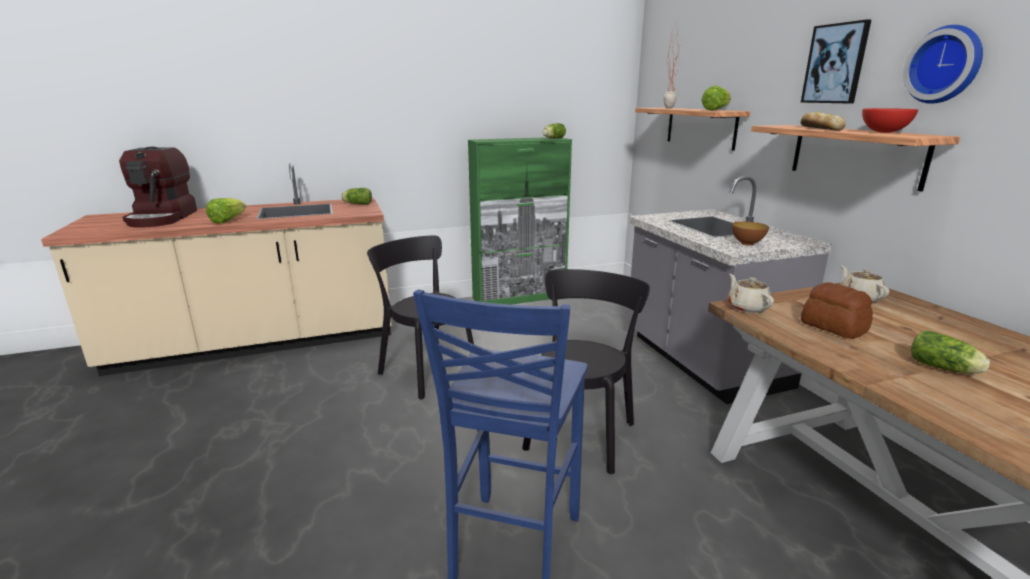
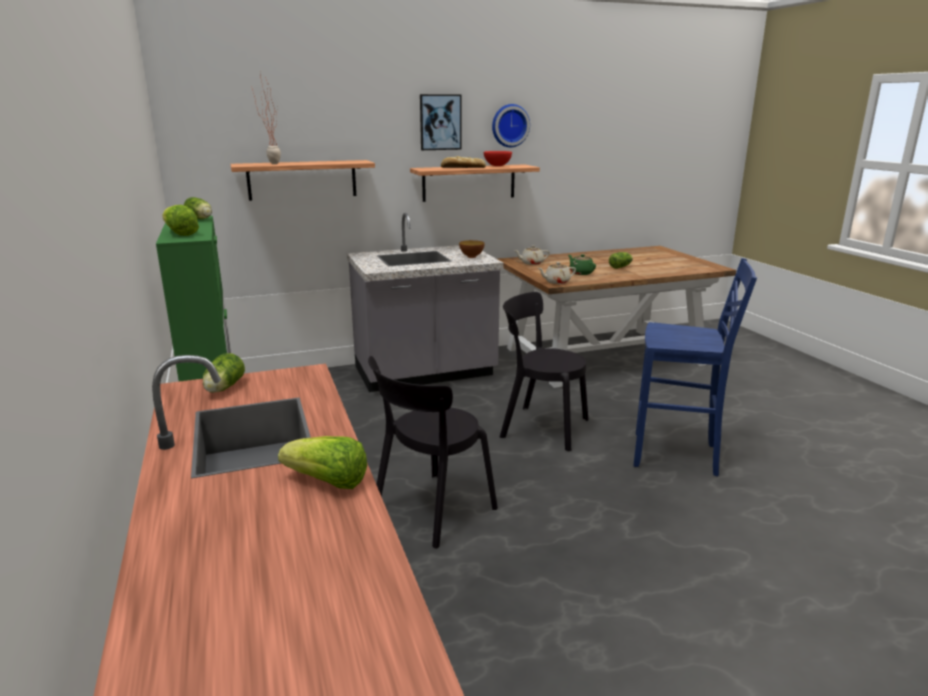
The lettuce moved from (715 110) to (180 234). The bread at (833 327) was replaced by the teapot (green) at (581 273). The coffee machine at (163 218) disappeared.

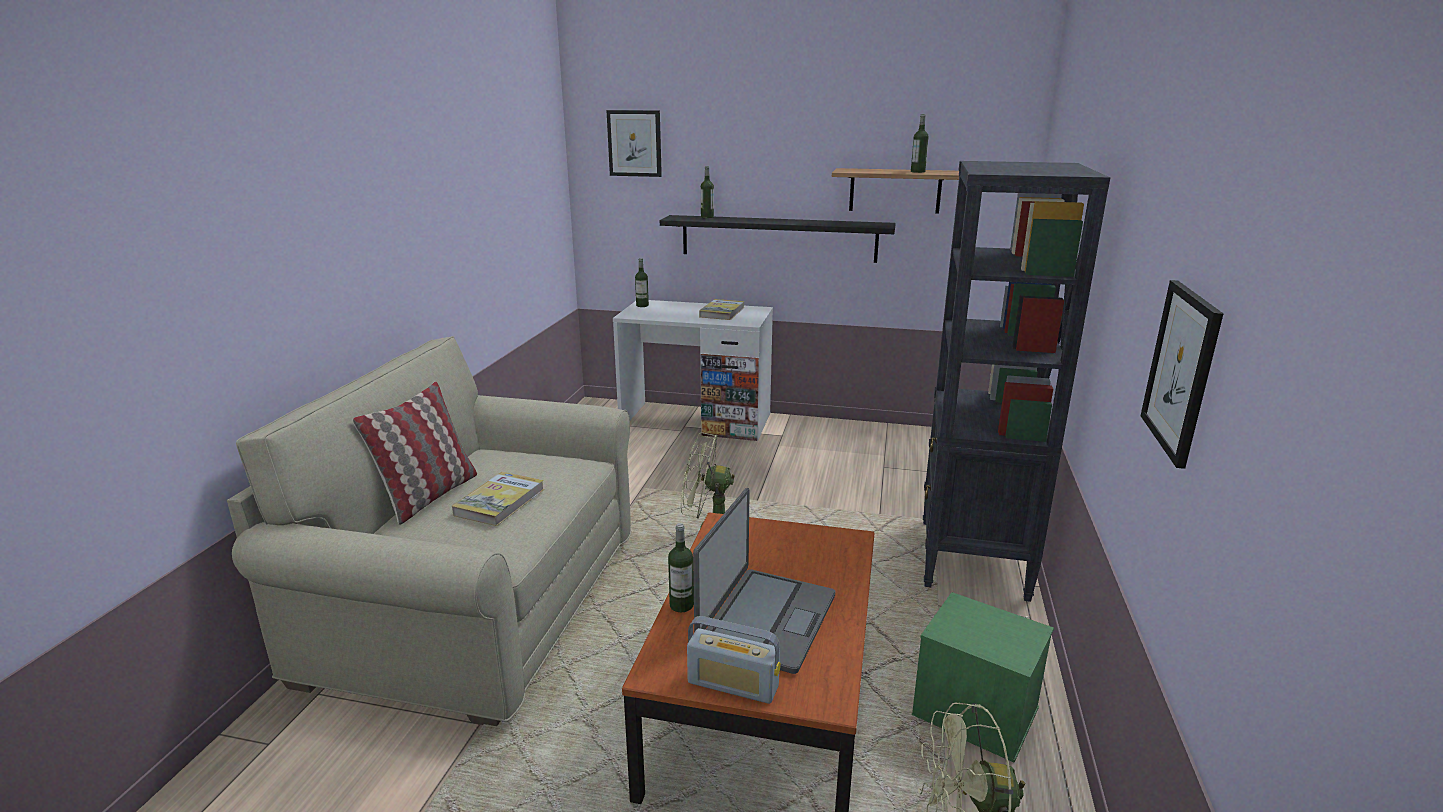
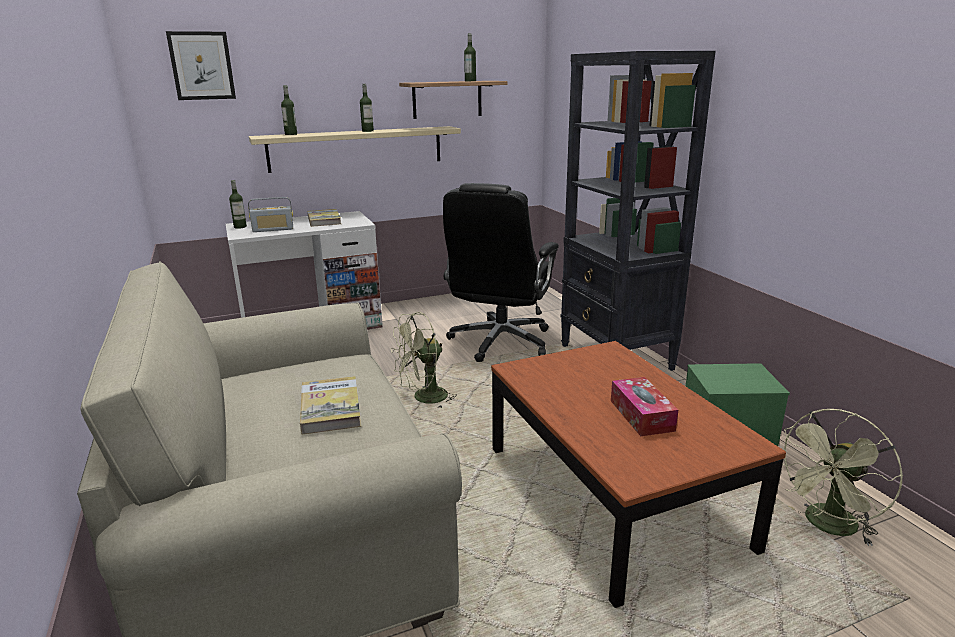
The radio moved from (733 684) to (273 229). The shelf (black) at (778 238) became the shelf (beige) at (356 148). The bottle moved from (681 605) to (367 131). The office chair (black) at (500 342) appeared. The laptop at (766 620) was replaced by the tissue box at (641 415). The pillow at (428 496) disappeared. The picture at (1181 370) disappeared.

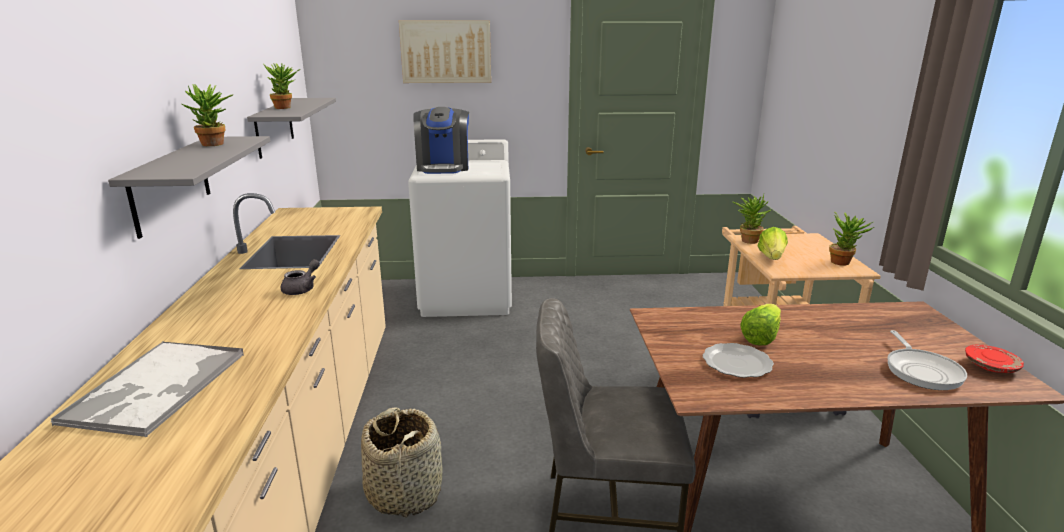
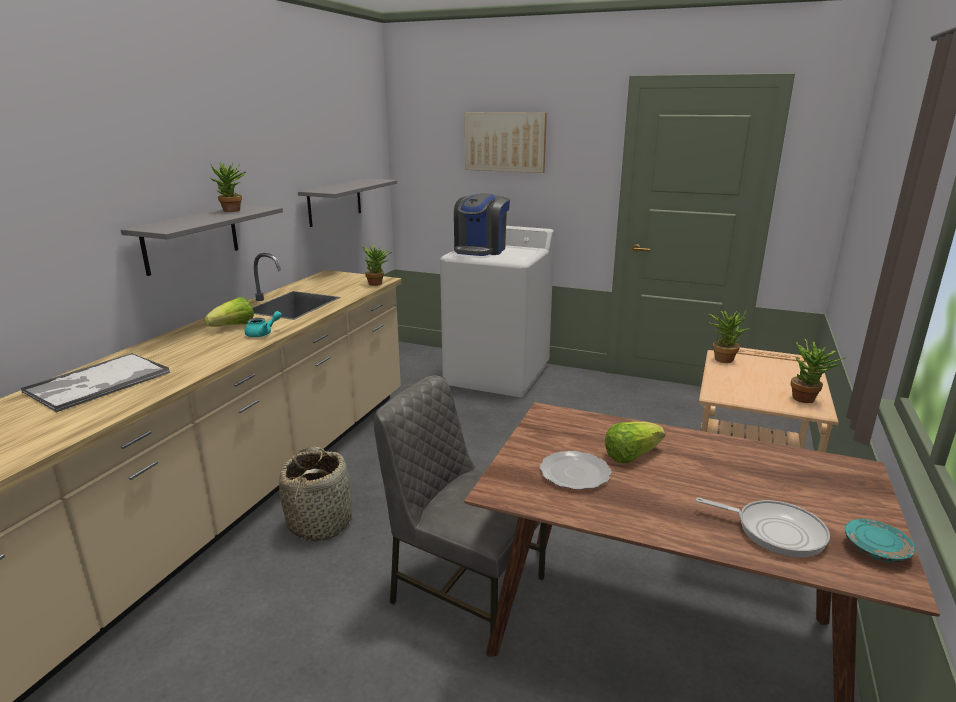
The lettuce moved from (771 258) to (233 327). The teapot (grey) at (302 289) became the teapot (turquoise) at (263 333). The potted plant moved from (286 107) to (378 284). The frying pan at (921 371) turned 90 degrees counterclockwise. The plate (red) at (991 366) became the plate (turquoise) at (876 549).

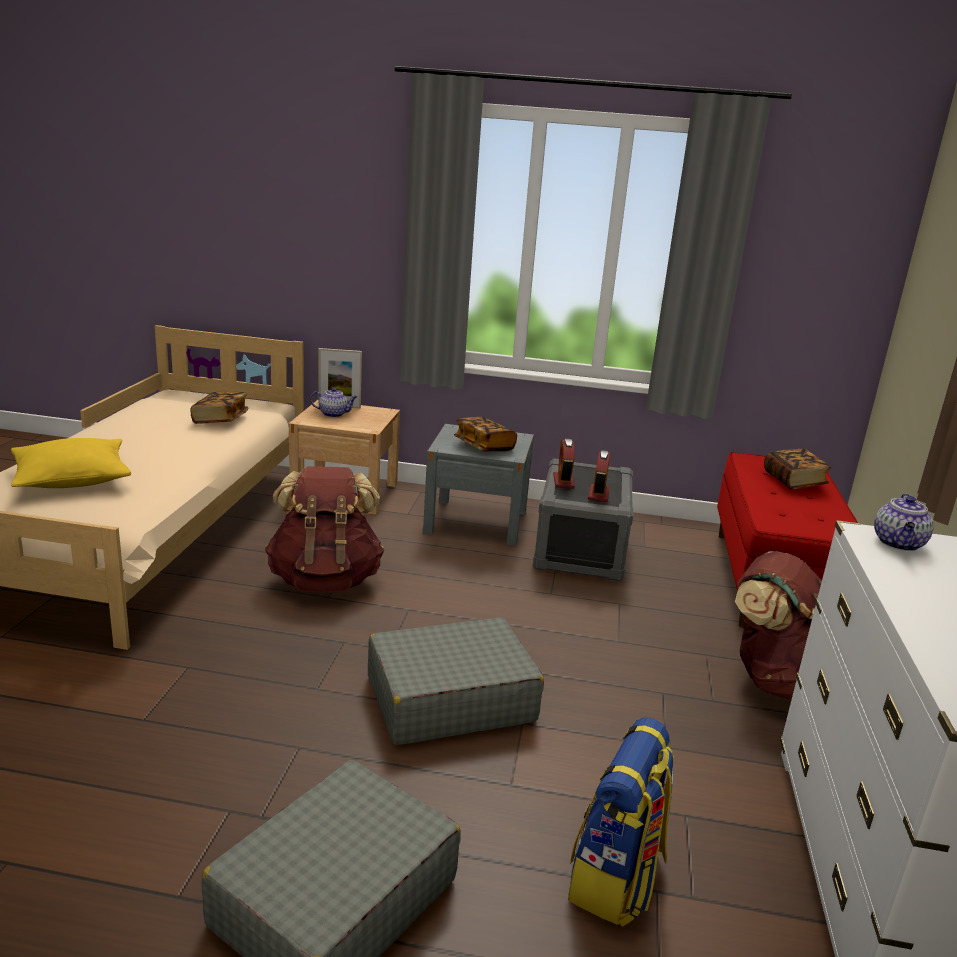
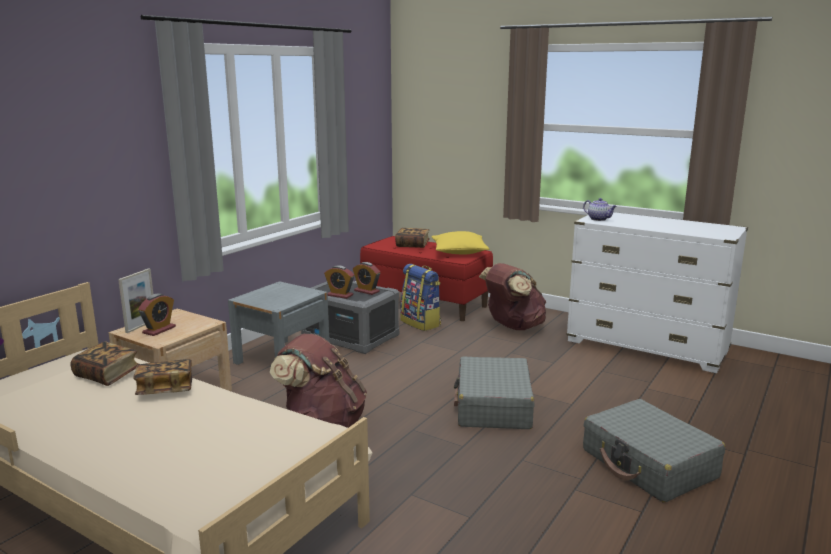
The book moved from (484 446) to (165 390). The teapot at (334 414) was replaced by the alarm clock at (159 330). The backpack moved from (616 879) to (421 323). The pillow (yellow) moved from (72 479) to (459 252).

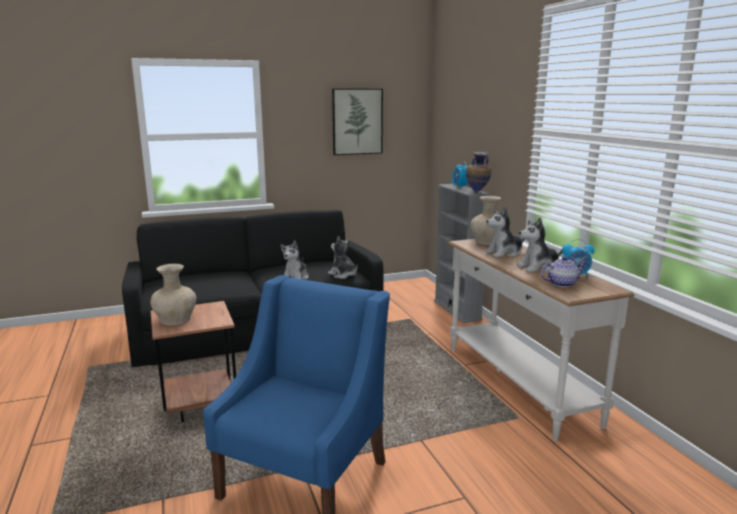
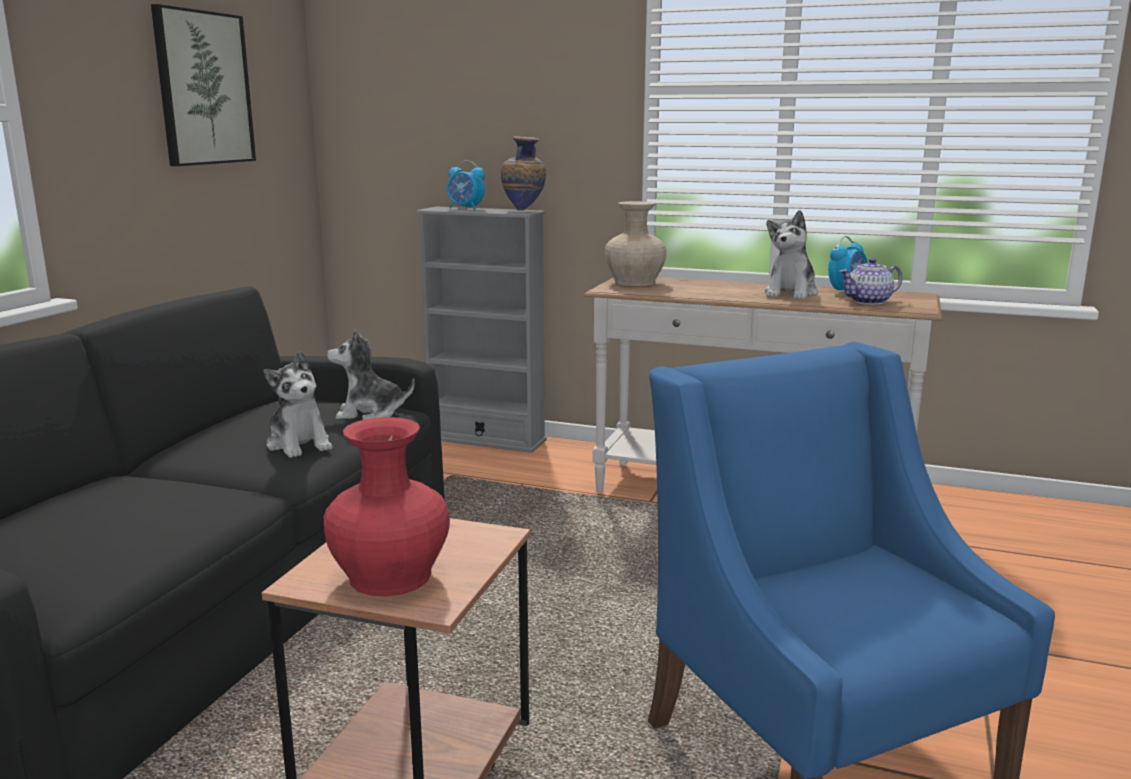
The vase (beige) at (175 319) became the vase (red) at (388 576). The teapot at (561 284) turned 135 degrees counterclockwise. The plush toy at (504 253) disappeared.

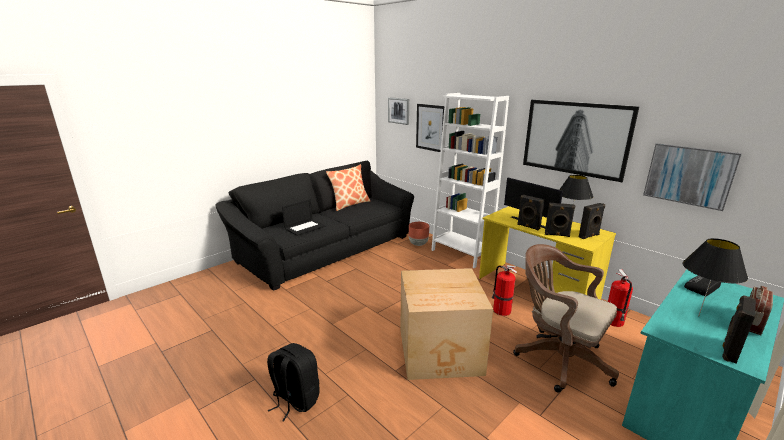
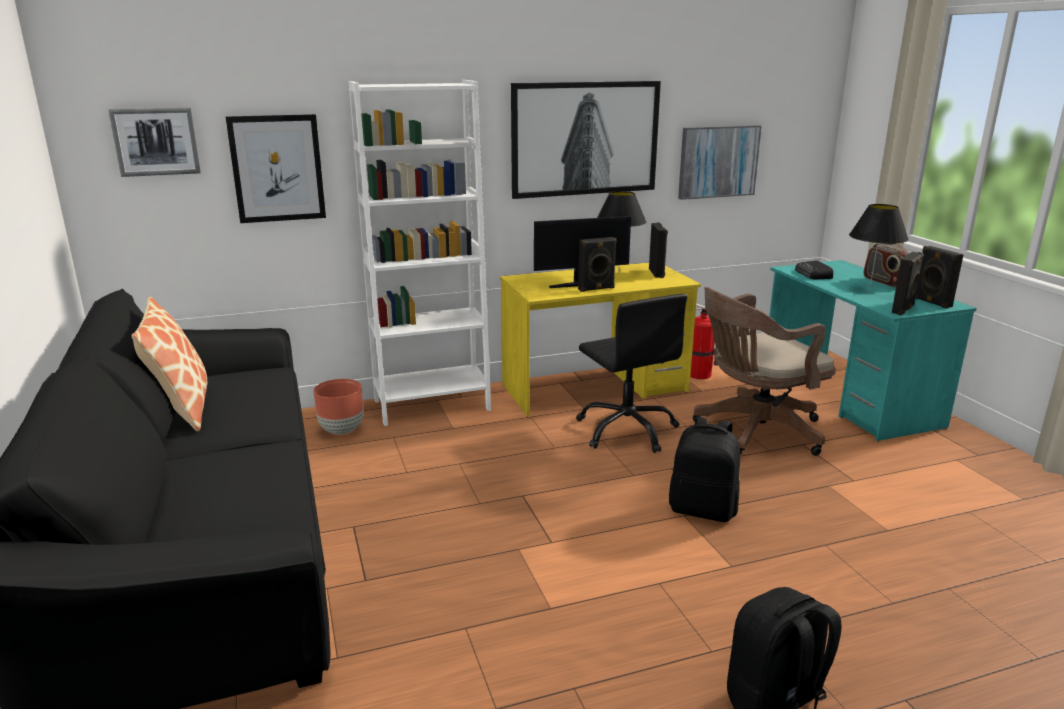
The fire extinguisher at (501 310) was replaced by the office chair (black) at (627 430). The cardboard box at (441 352) was replaced by the backpack (black) at (703 510). The speaker (black) moved from (557 235) to (903 309). The laptop at (305 227) disappeared.

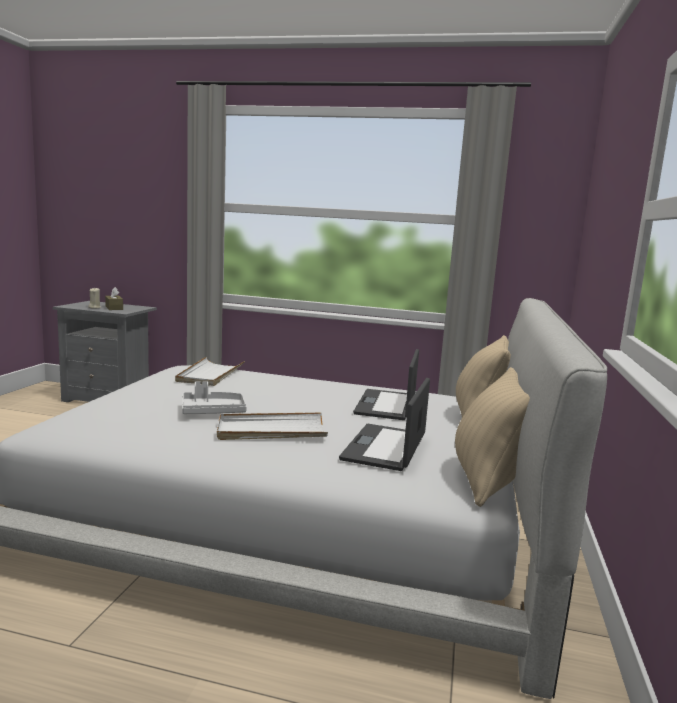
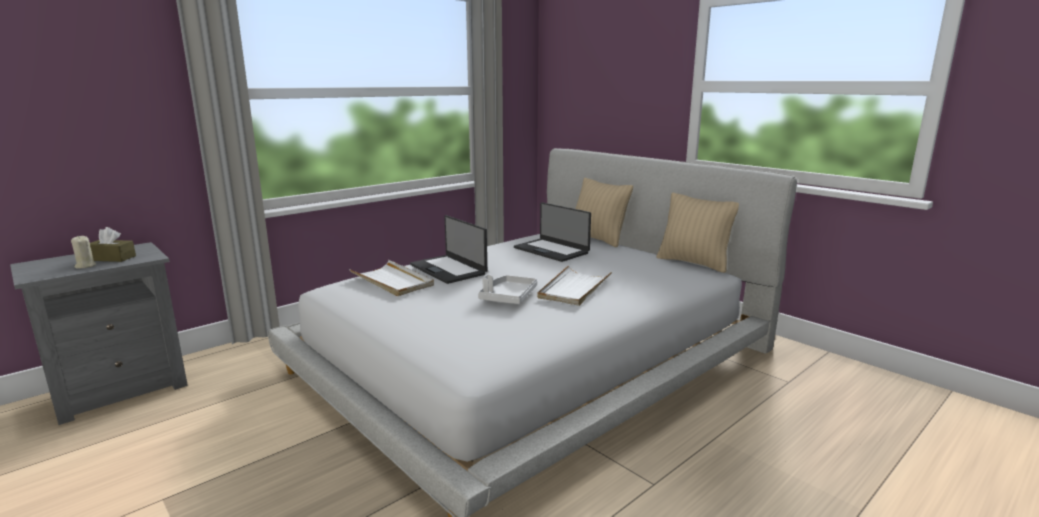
The laptop moved from (386 448) to (448 269).

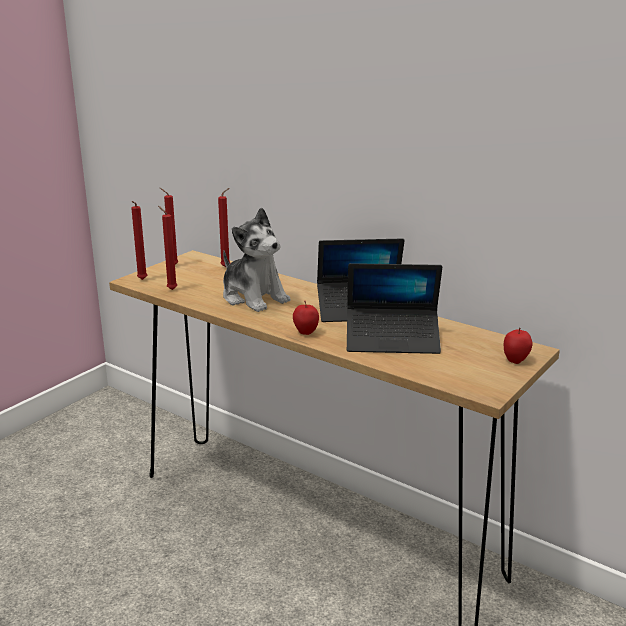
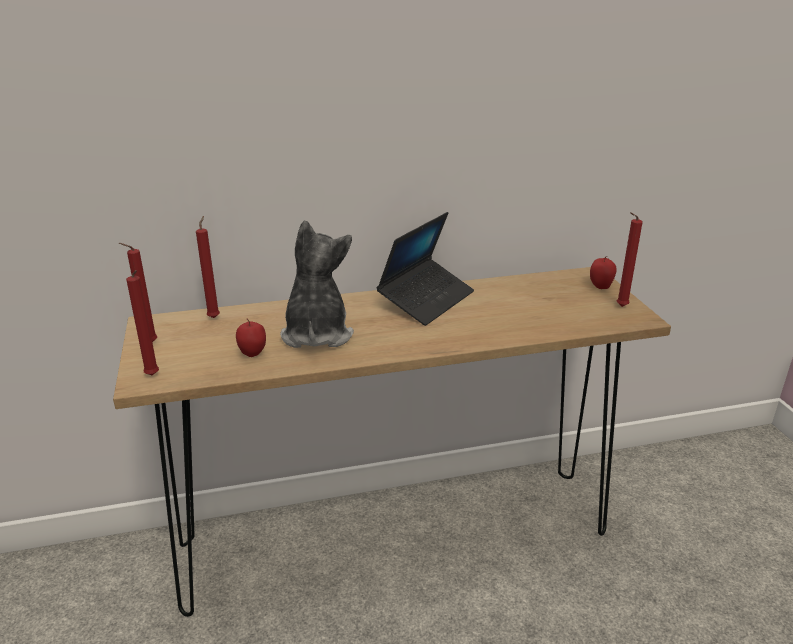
The apple moved from (305 333) to (253 354). The plush toy at (254 297) turned 90 degrees counterclockwise. The candle (red) moved from (170 289) to (620 307). The laptop at (392 340) disappeared.

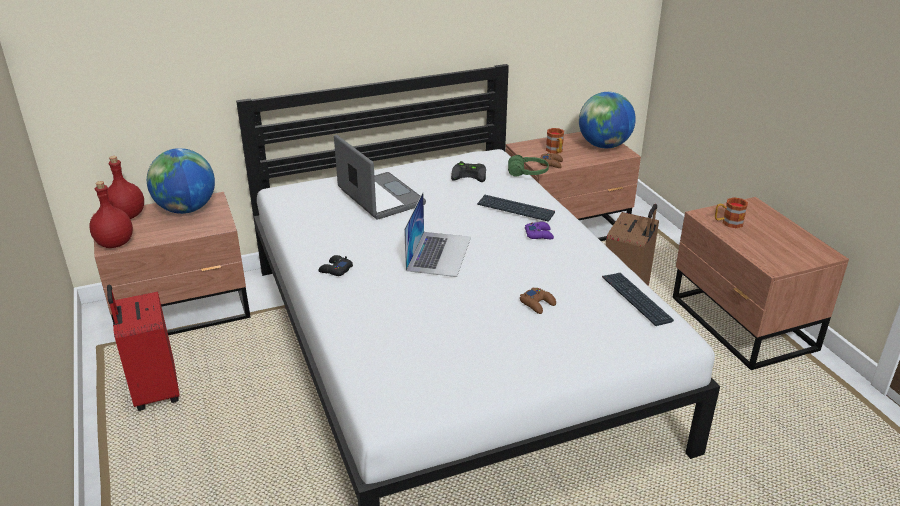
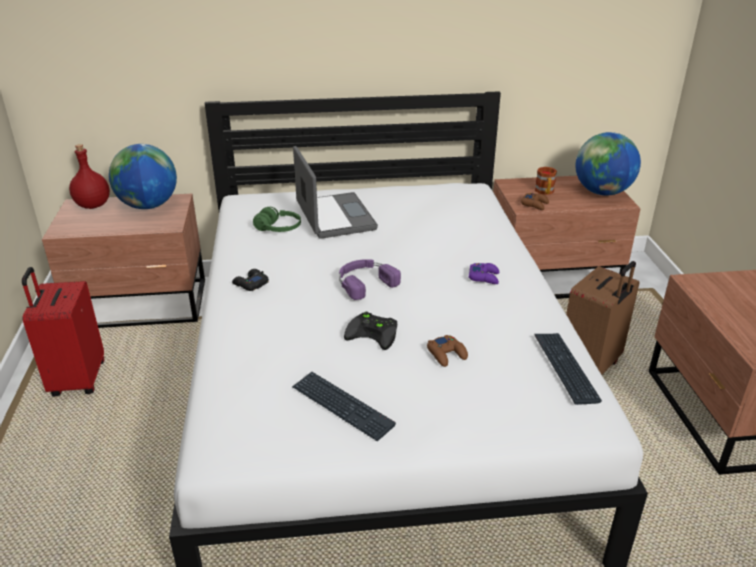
The headphones (green) moved from (527 173) to (278 229). The keyboard moved from (515 209) to (342 407). The laptop at (439 253) was replaced by the headphones (purple) at (364 282). The game controller (black) moved from (470 174) to (375 333). The bottle (red) at (115 244) disappeared. The mug at (728 223) disappeared.

